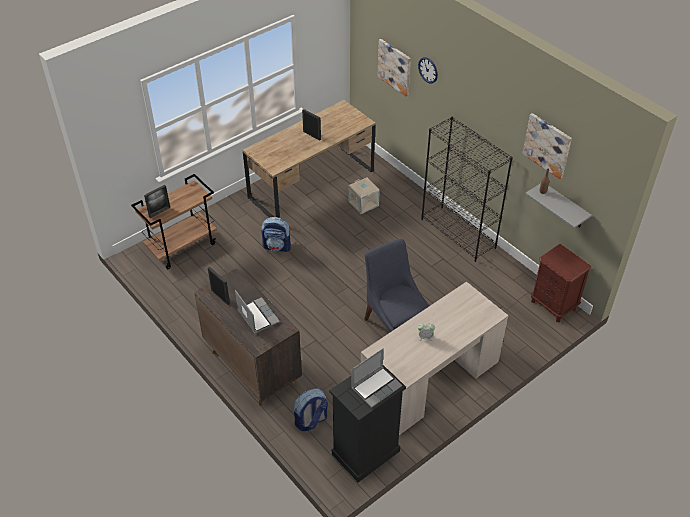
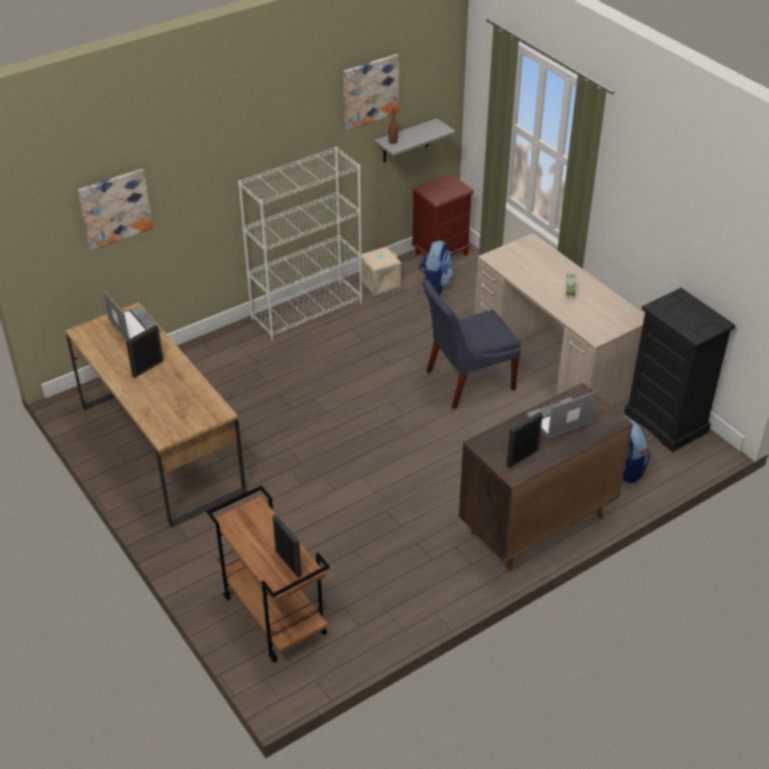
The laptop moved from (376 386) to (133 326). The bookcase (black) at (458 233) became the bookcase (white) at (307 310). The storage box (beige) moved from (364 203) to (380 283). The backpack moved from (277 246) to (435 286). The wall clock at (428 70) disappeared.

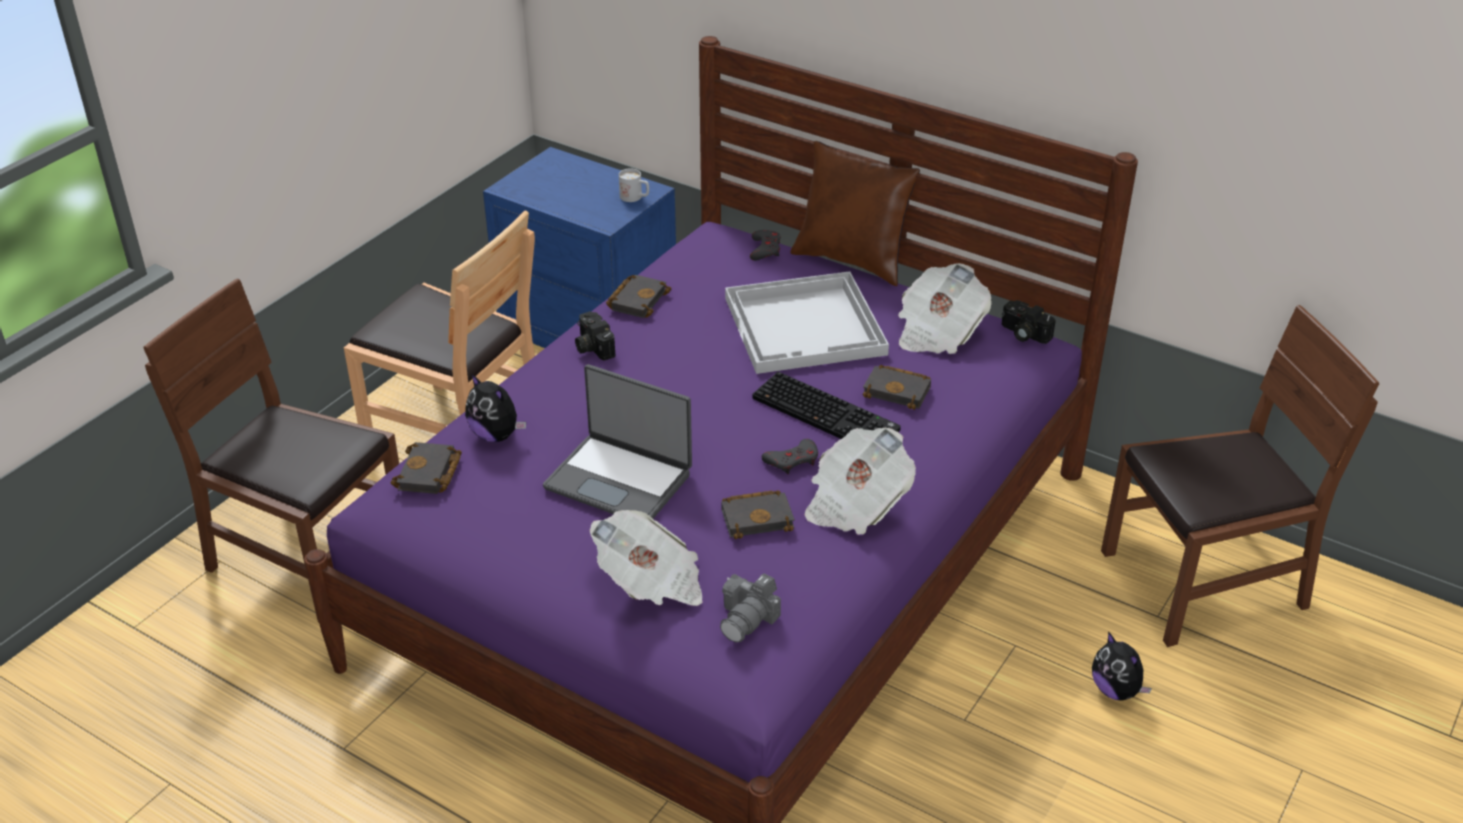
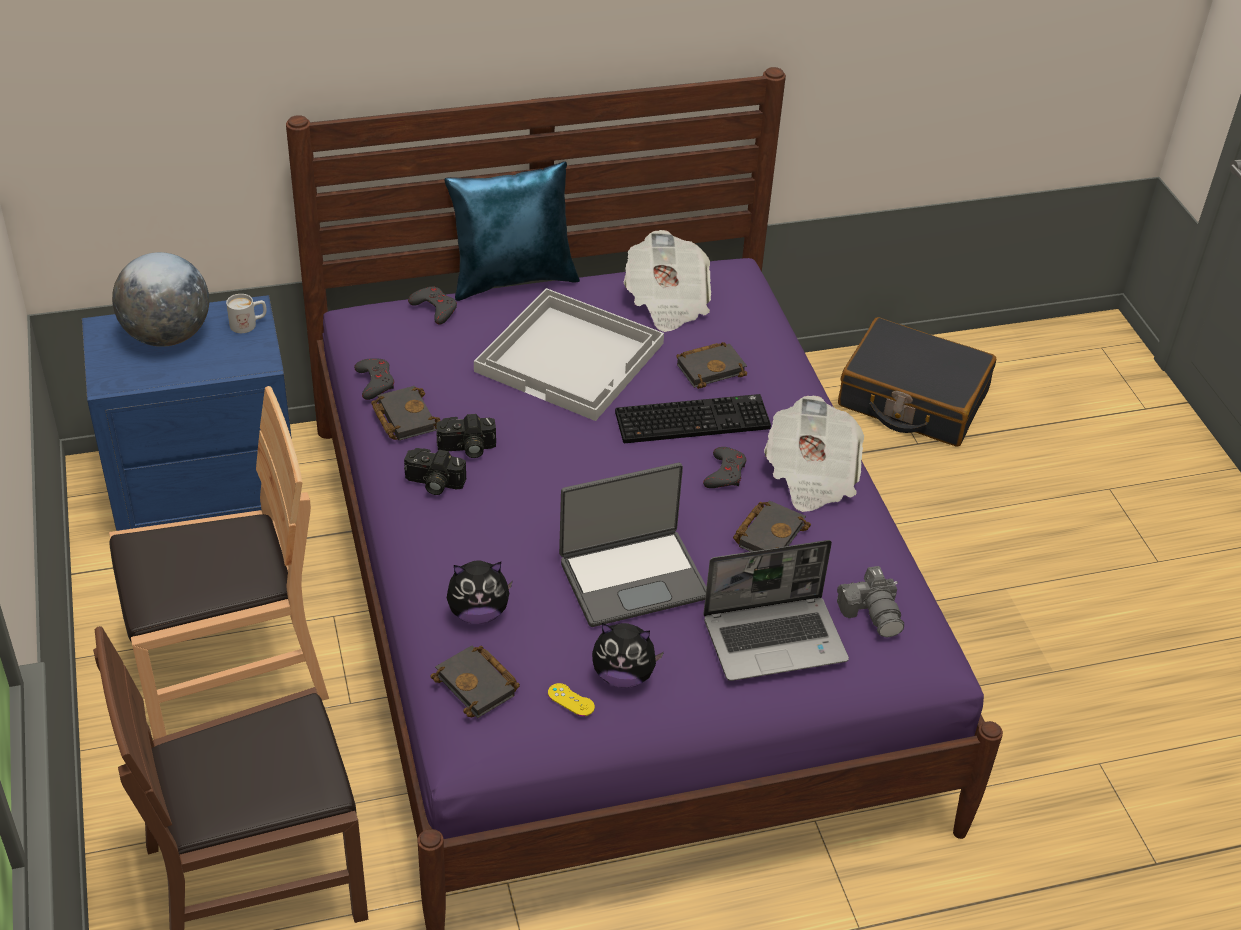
The globe at (167 336) appeared. The game controller (grey) at (375 382) appeared. The photo camera moved from (1023 334) to (466 448). The pillow (brown) at (852 261) became the pillow (blue) at (513 279). The game controller (yellow) at (571 700) appeared. The plush toy moved from (1116 690) to (623 675). The newspaper at (651 583) was replaced by the laptop at (776 639). The chair (brown) at (1204 582) was replaced by the suitcase (black) at (912 399).

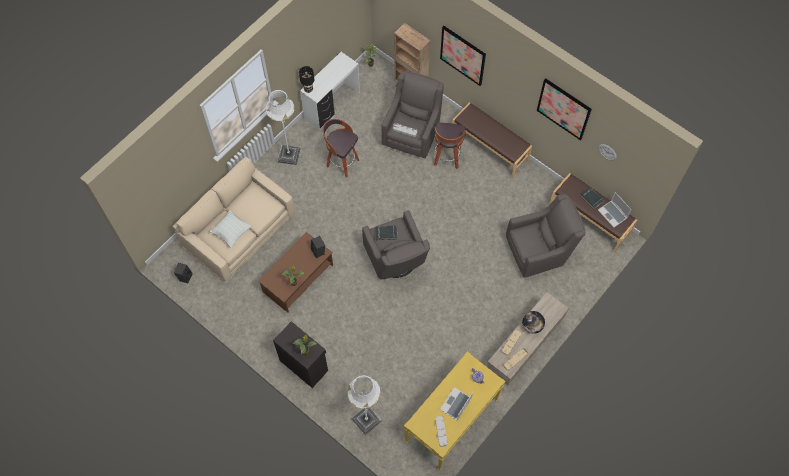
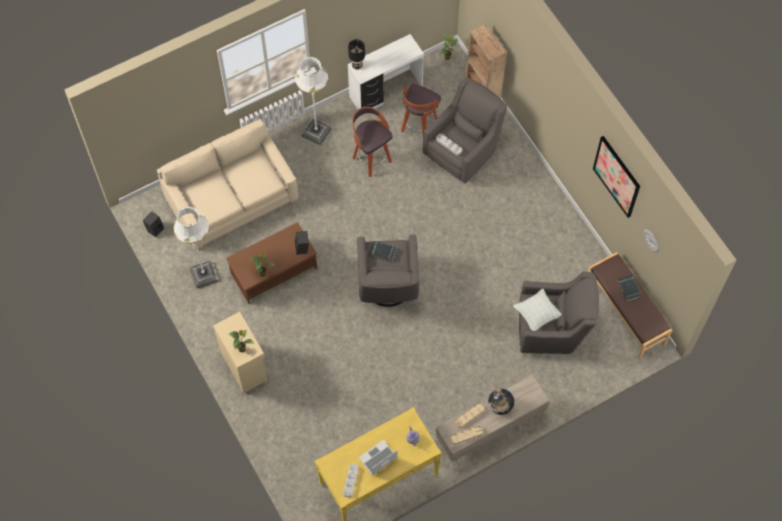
The floor lamp (white) moved from (366 420) to (203 275). The cabinet (black) at (304 364) became the cabinet (beige) at (244 365). The stool moved from (447 158) to (419 127). The pillow moved from (231 232) to (536 314). The picture at (463 55) disappeared. The bench (brown) at (489 147) disappeared. The laptop at (613 214) disappeared.

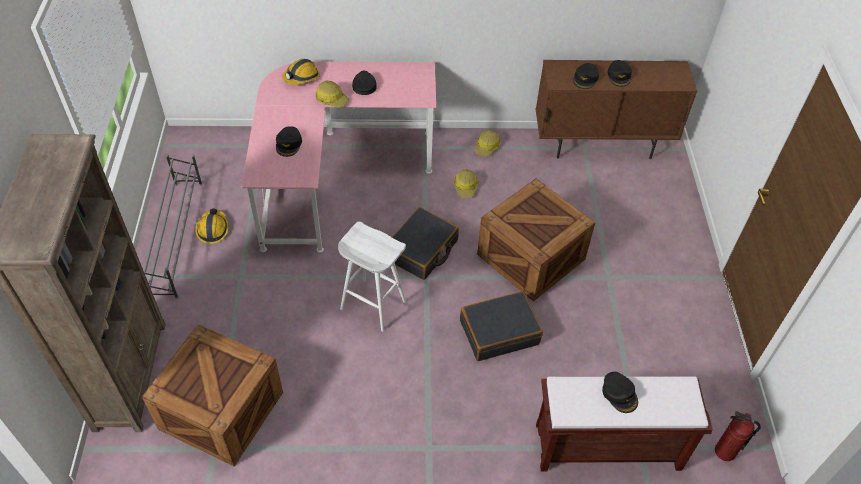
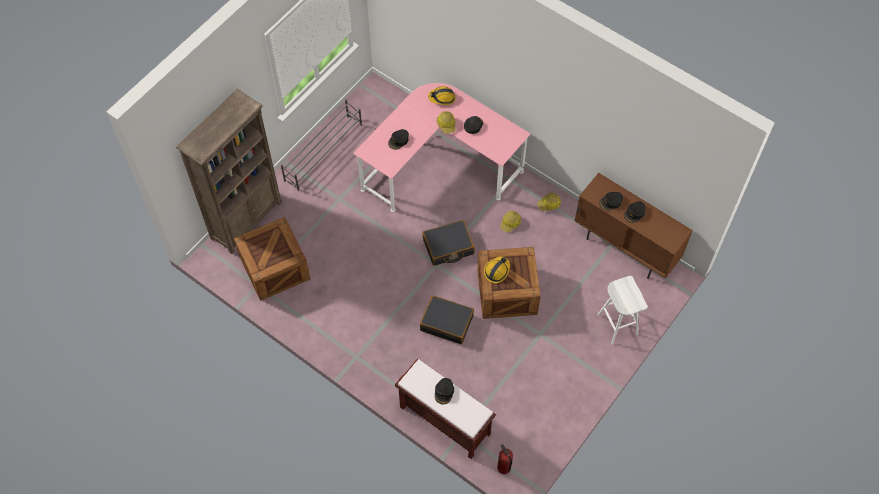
The hard hat moved from (213 229) to (497 271). The stool (white) moved from (372 305) to (616 324).

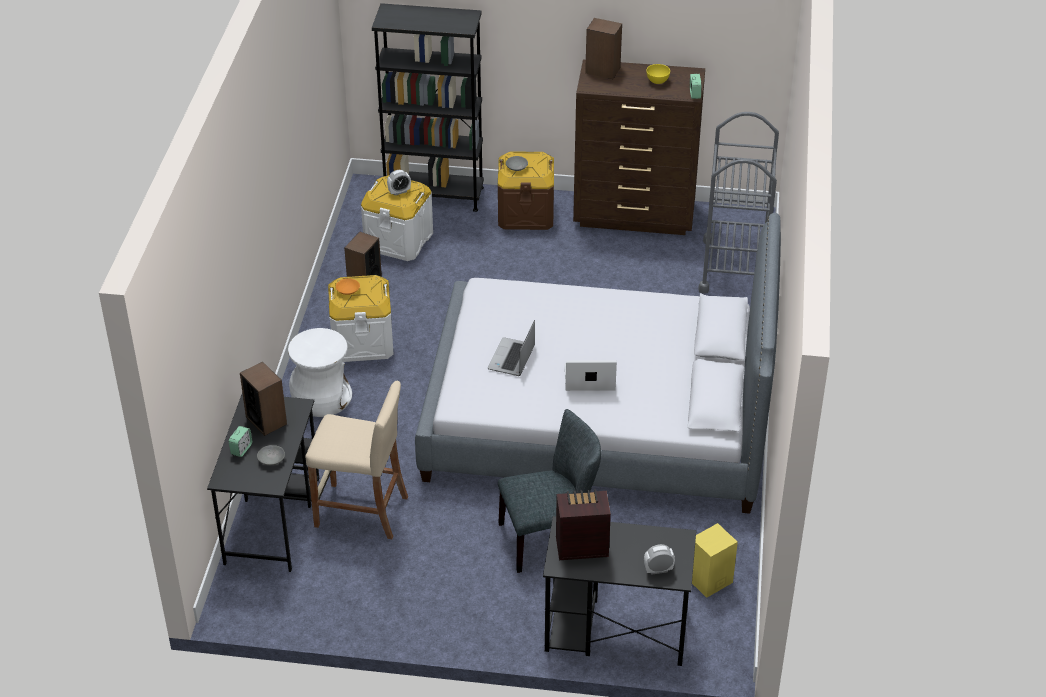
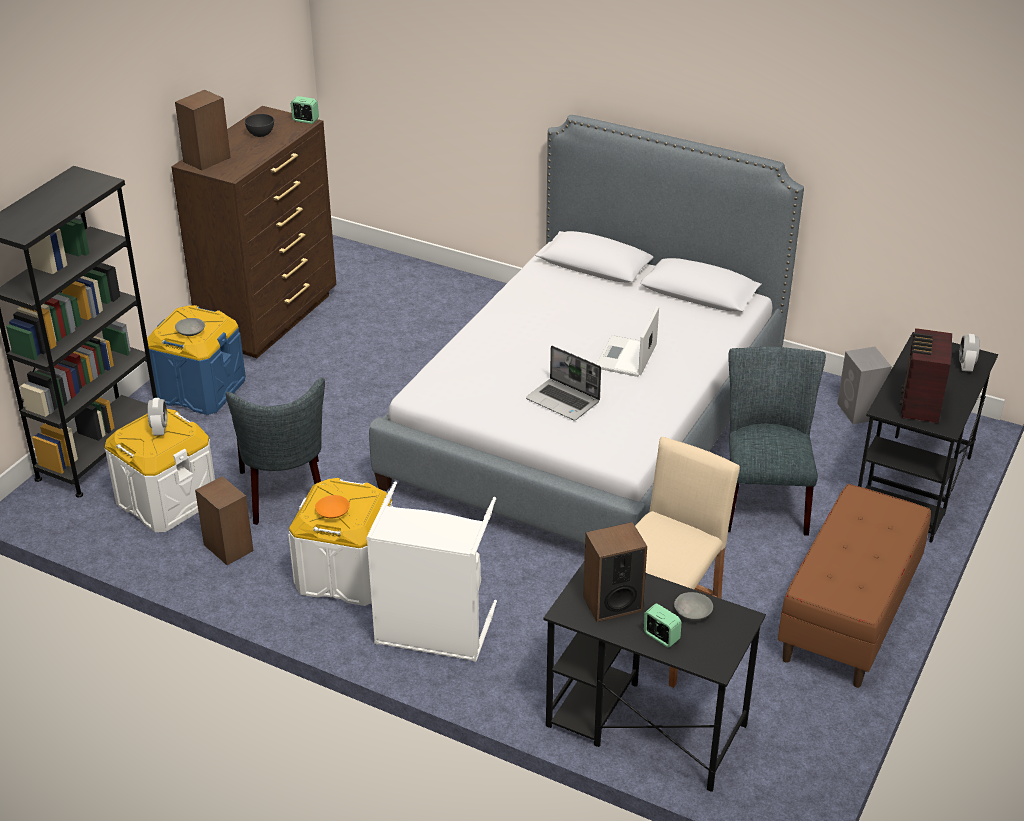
The storage box (brown) at (525 213) became the storage box (blue) at (200 390). The chair (grey) at (286 495) appeared. The bowl (yellow) at (657 81) became the bowl (grey) at (261 134). The stool (white) at (321 397) was replaced by the laundry basket (white) at (433 633). The bench (brown) at (849 616) appeared. The speaker (yellow) at (709 581) became the speaker (grey) at (860 412). The cart (grey) at (734 268) disappeared.

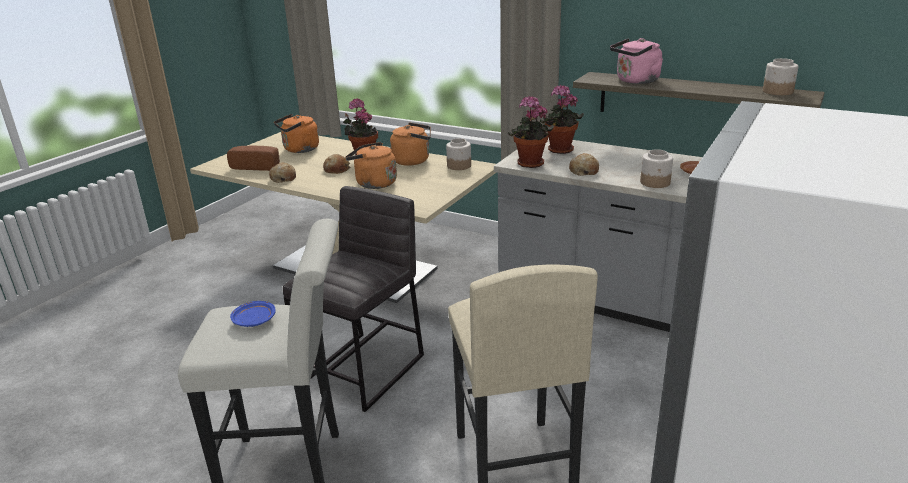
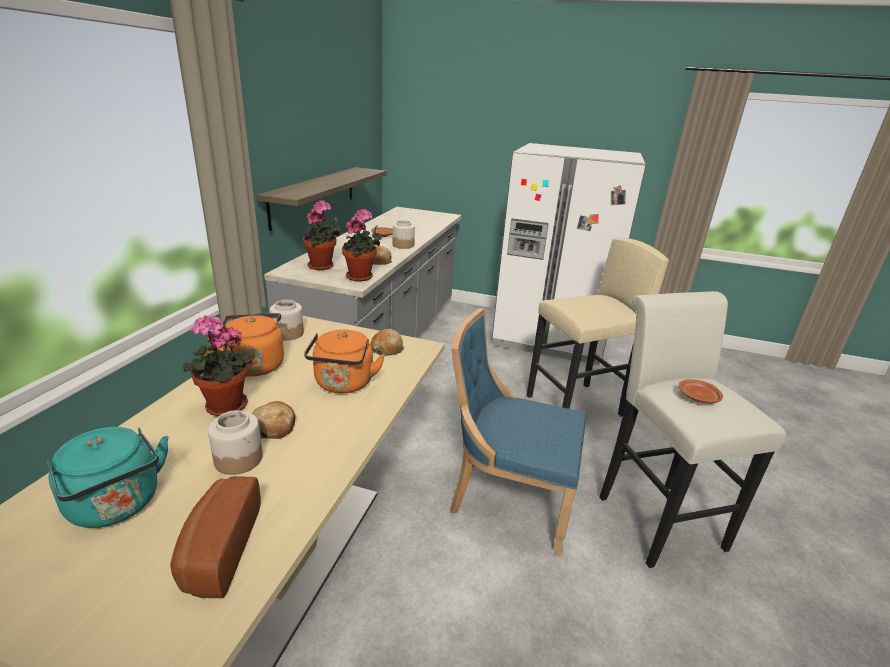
The kettle (orange) at (299 150) became the kettle (turquoise) at (118 506). The jar moved from (778 91) to (239 459). The bread moved from (283 178) to (387 349). The stool (grey) at (364 370) was replaced by the chair (blue) at (507 499). The plate (blue) at (254 320) became the plate (brown) at (698 397). The kettle (pink) at (635 81) disappeared.

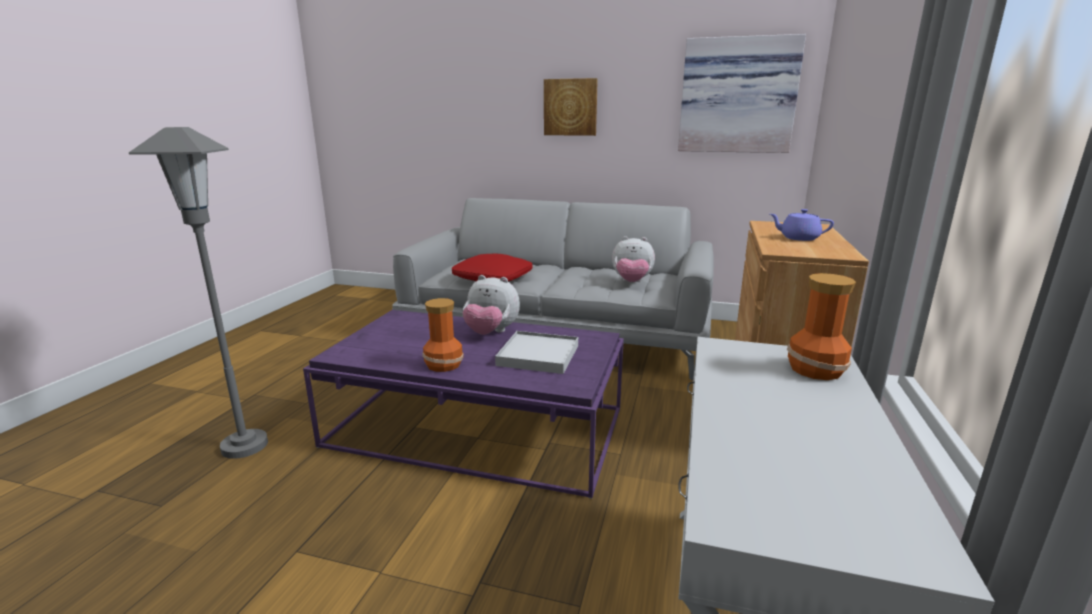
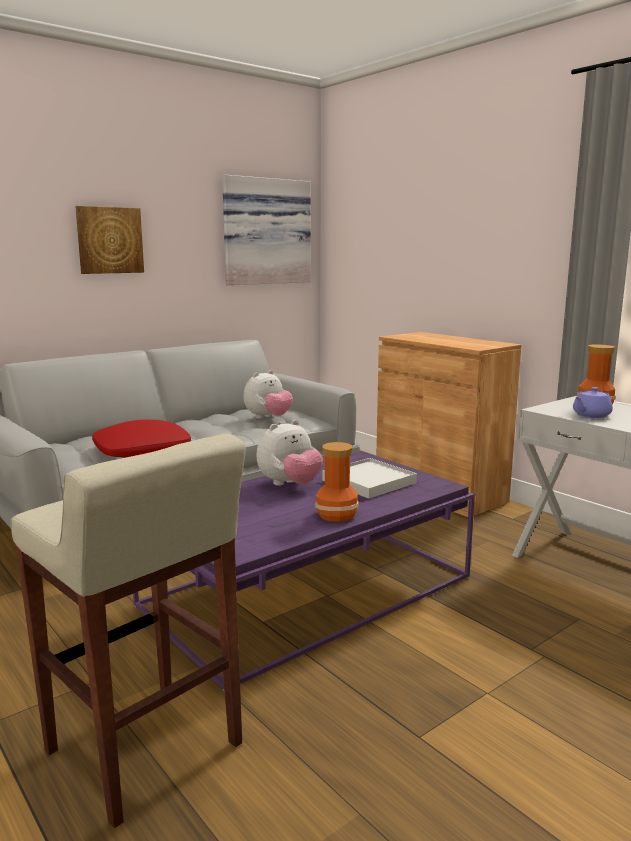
The floor lamp (grey) at (244 446) was replaced by the stool (beige) at (145 749). The teapot (purple) moved from (798 238) to (590 415).

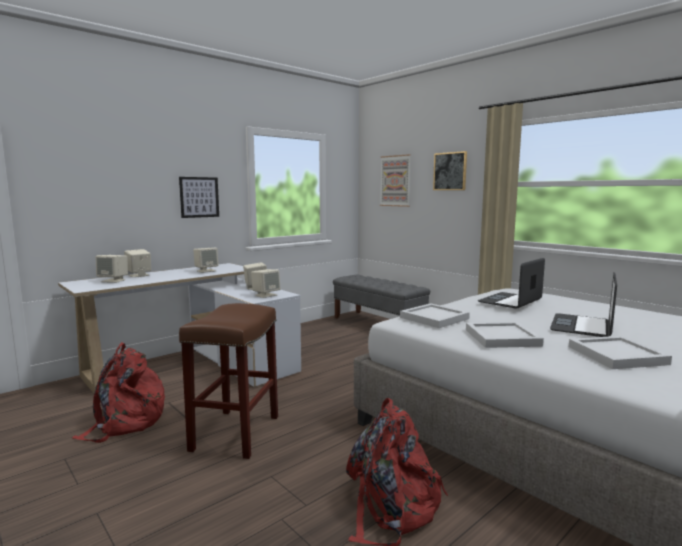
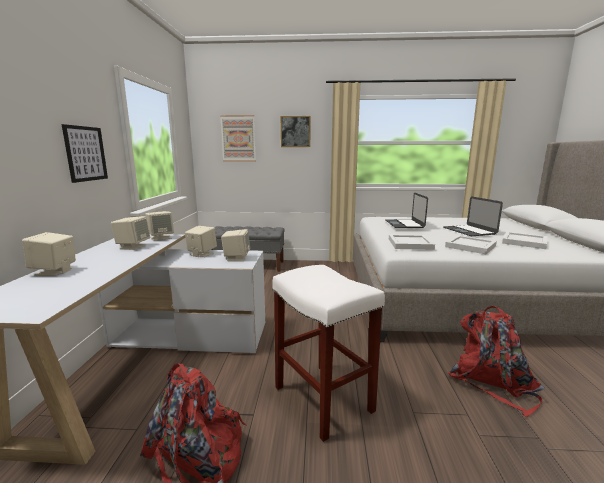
The speaker (beige) moved from (113 280) to (161 238). The stool (brown) at (236 434) became the stool (white) at (324 399).

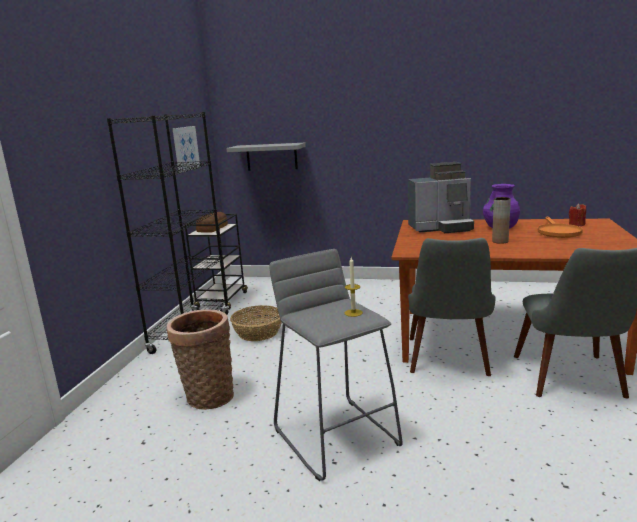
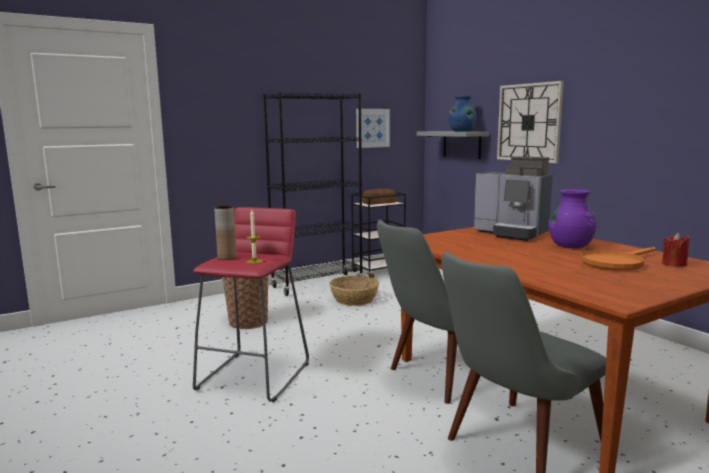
The stool (grey) at (336 436) became the stool (red) at (255 376). The vase (brown) moved from (500 241) to (227 257). The vase (blue) at (461 131) appeared. The wall clock at (529 122) appeared.

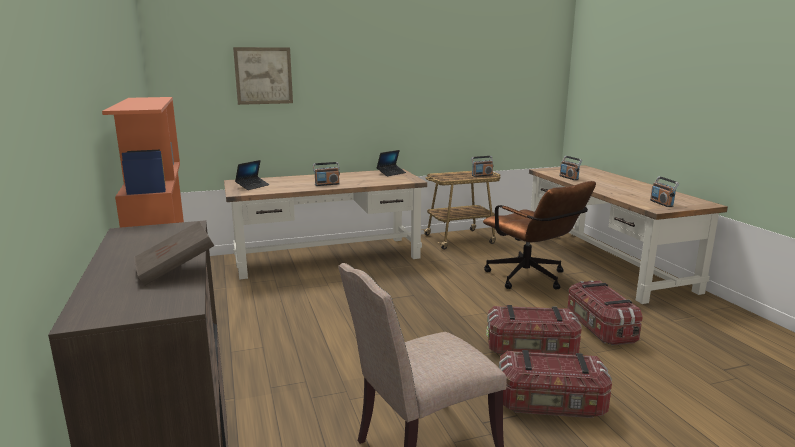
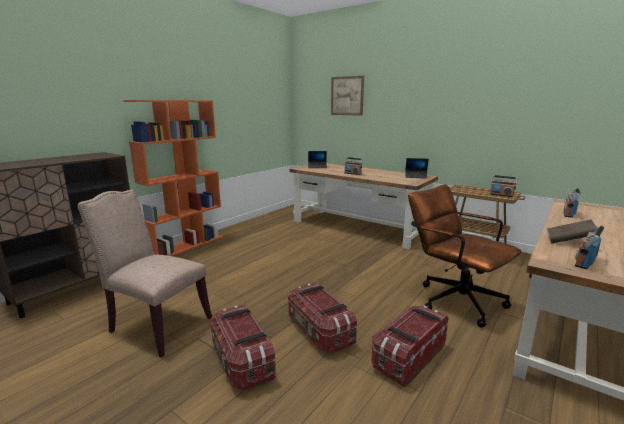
The office chair (brown) at (531 279) turned 120 degrees clockwise. The book (brown) moved from (175 270) to (569 241).

